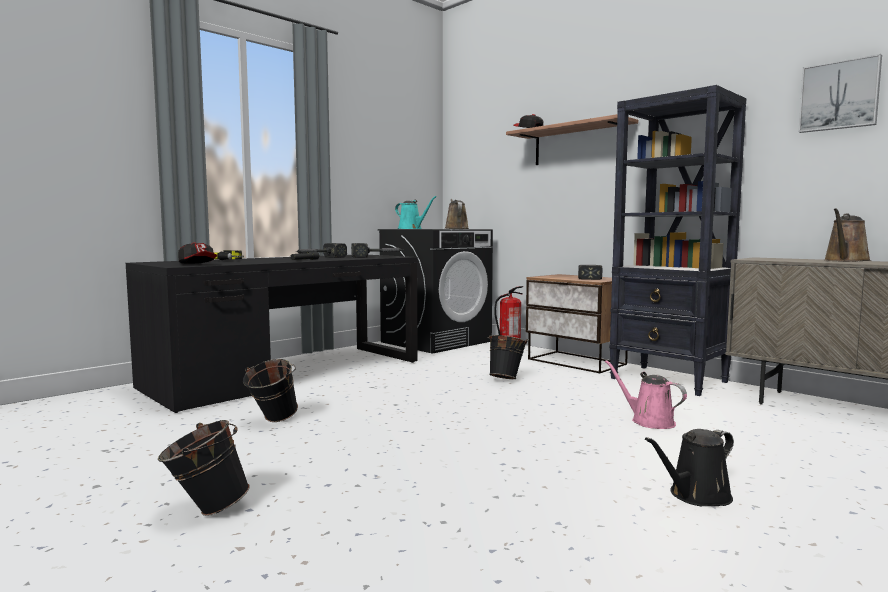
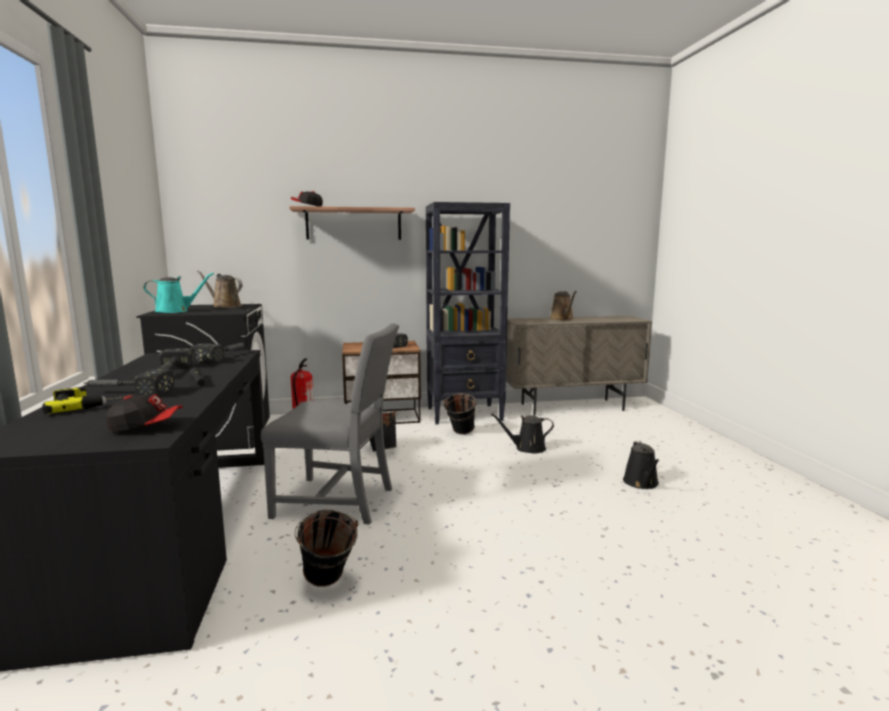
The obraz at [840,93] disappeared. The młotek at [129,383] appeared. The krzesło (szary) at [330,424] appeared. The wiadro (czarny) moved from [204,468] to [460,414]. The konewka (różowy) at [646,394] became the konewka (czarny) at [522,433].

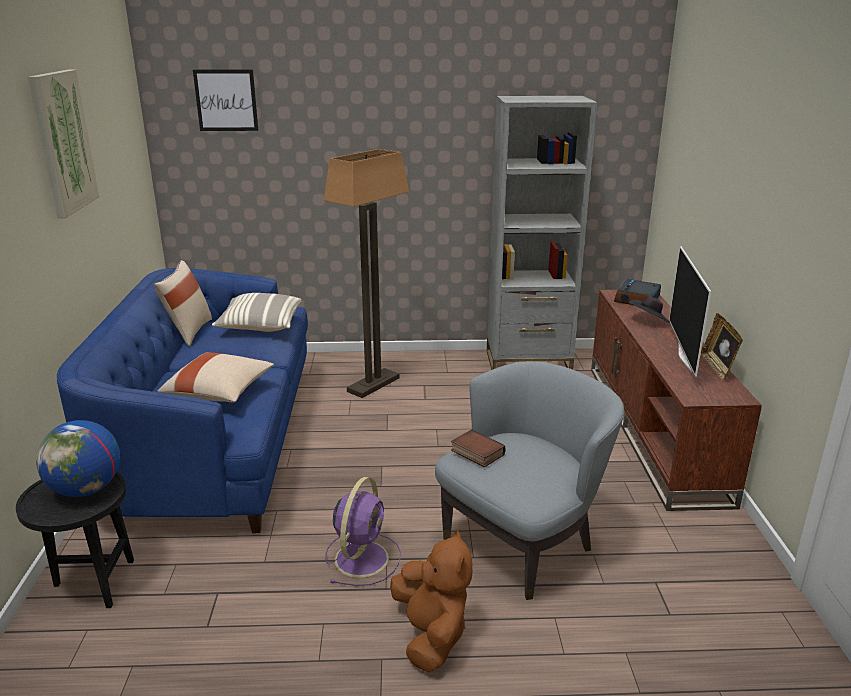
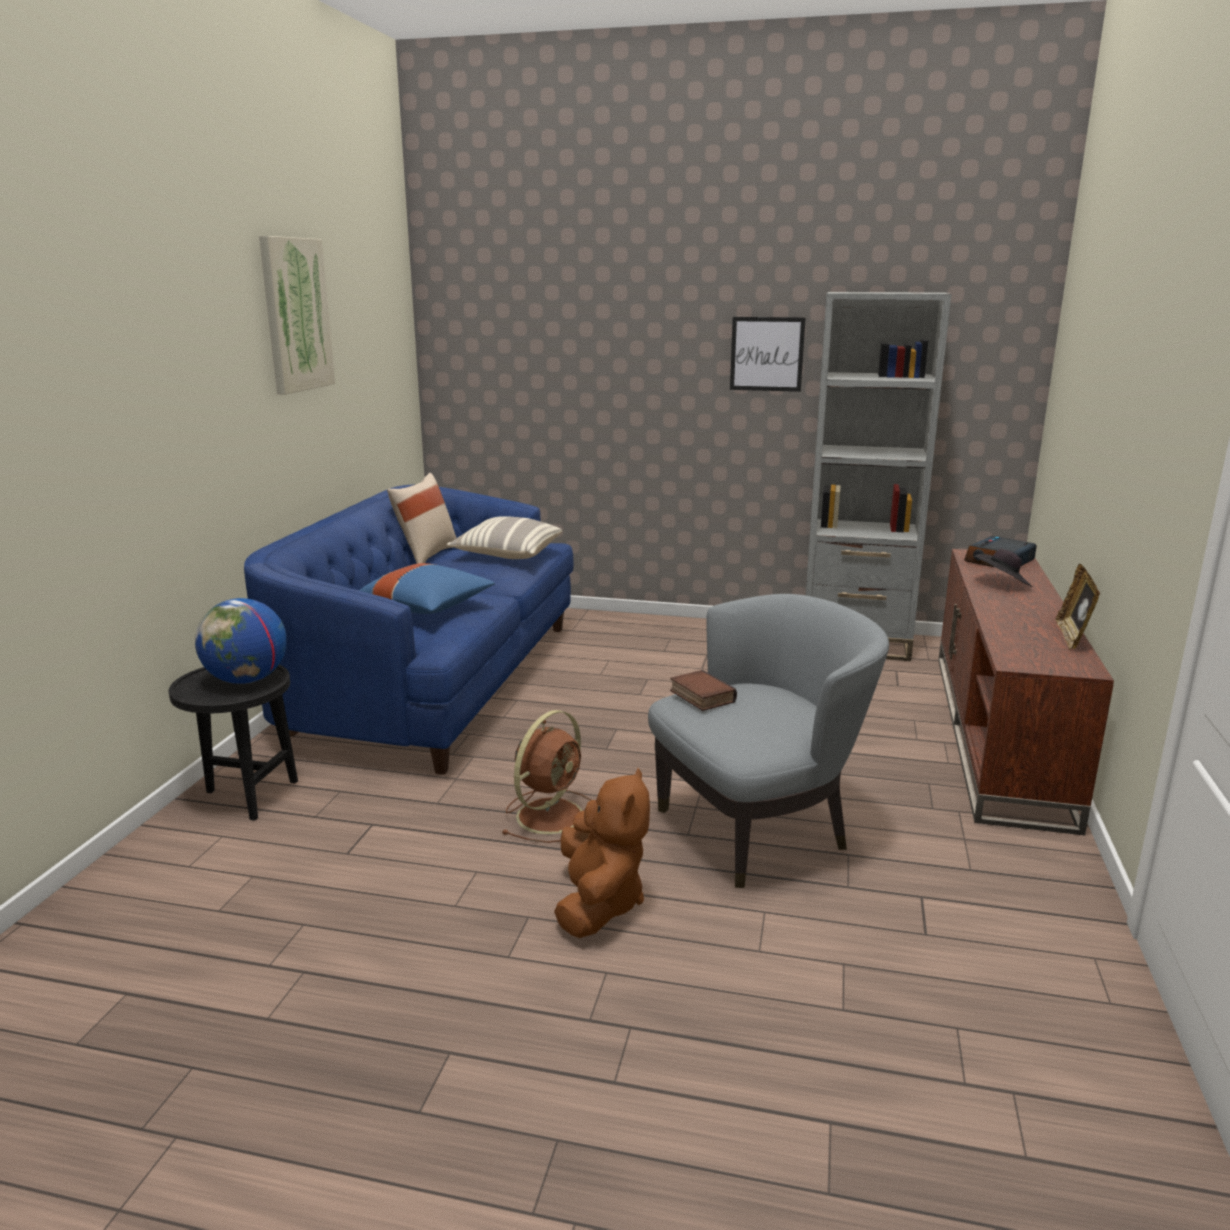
The lampa stojąca at [366,273] disappeared. The telewizor at [690,311] disappeared. The obraz moved from [225,100] to [768,354]. The poduszka (beżowy) at [215,377] became the poduszka (niebieski) at [427,588]. The wentylator (fioletowy) at [363,531] became the wentylator (brązowy) at [546,776].

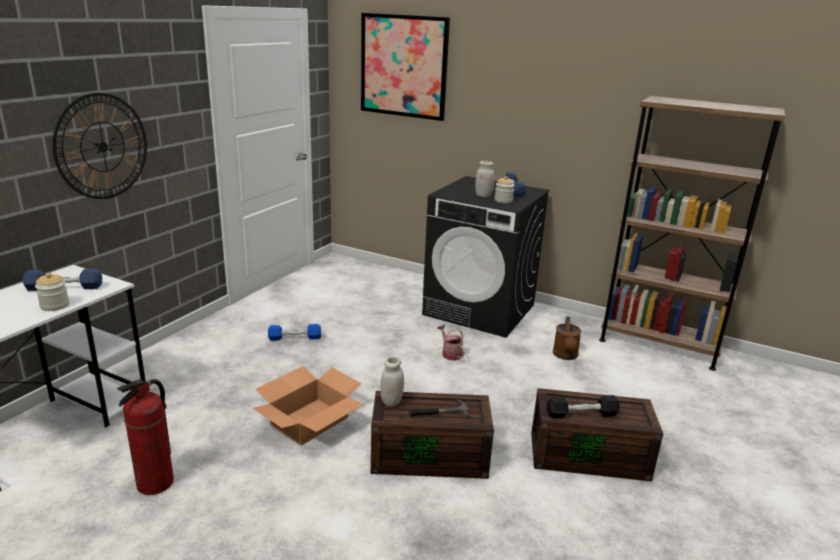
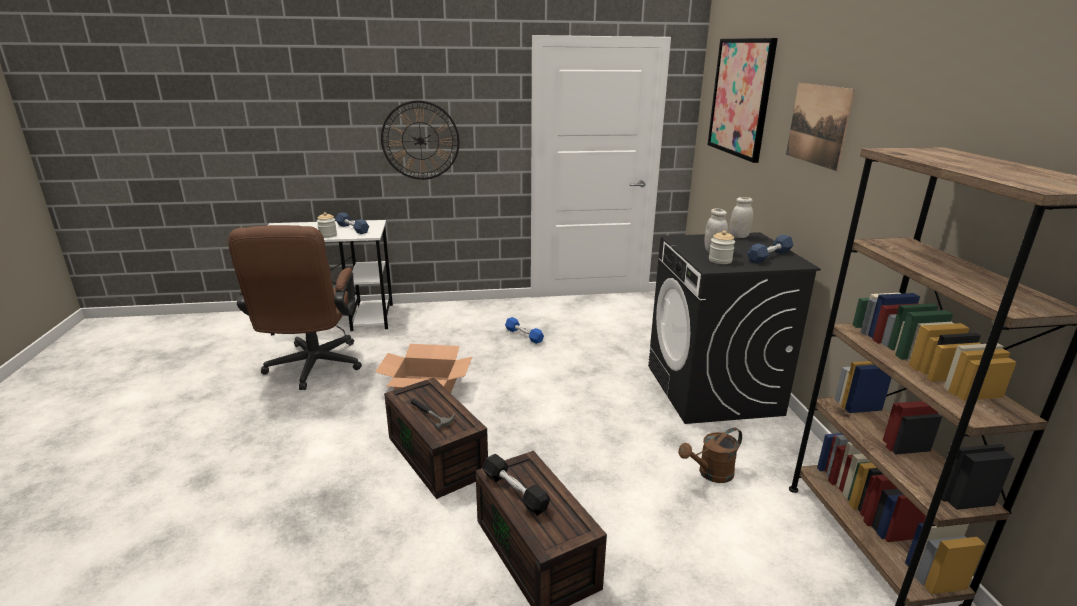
The konewka at [451,342] disappeared. The obraz at [820,127] appeared. The słoik (biały) moved from [392,381] to [741,217]. The gaśnica at [145,437] was replaced by the krzesło biurowe (brązowy) at [295,307].

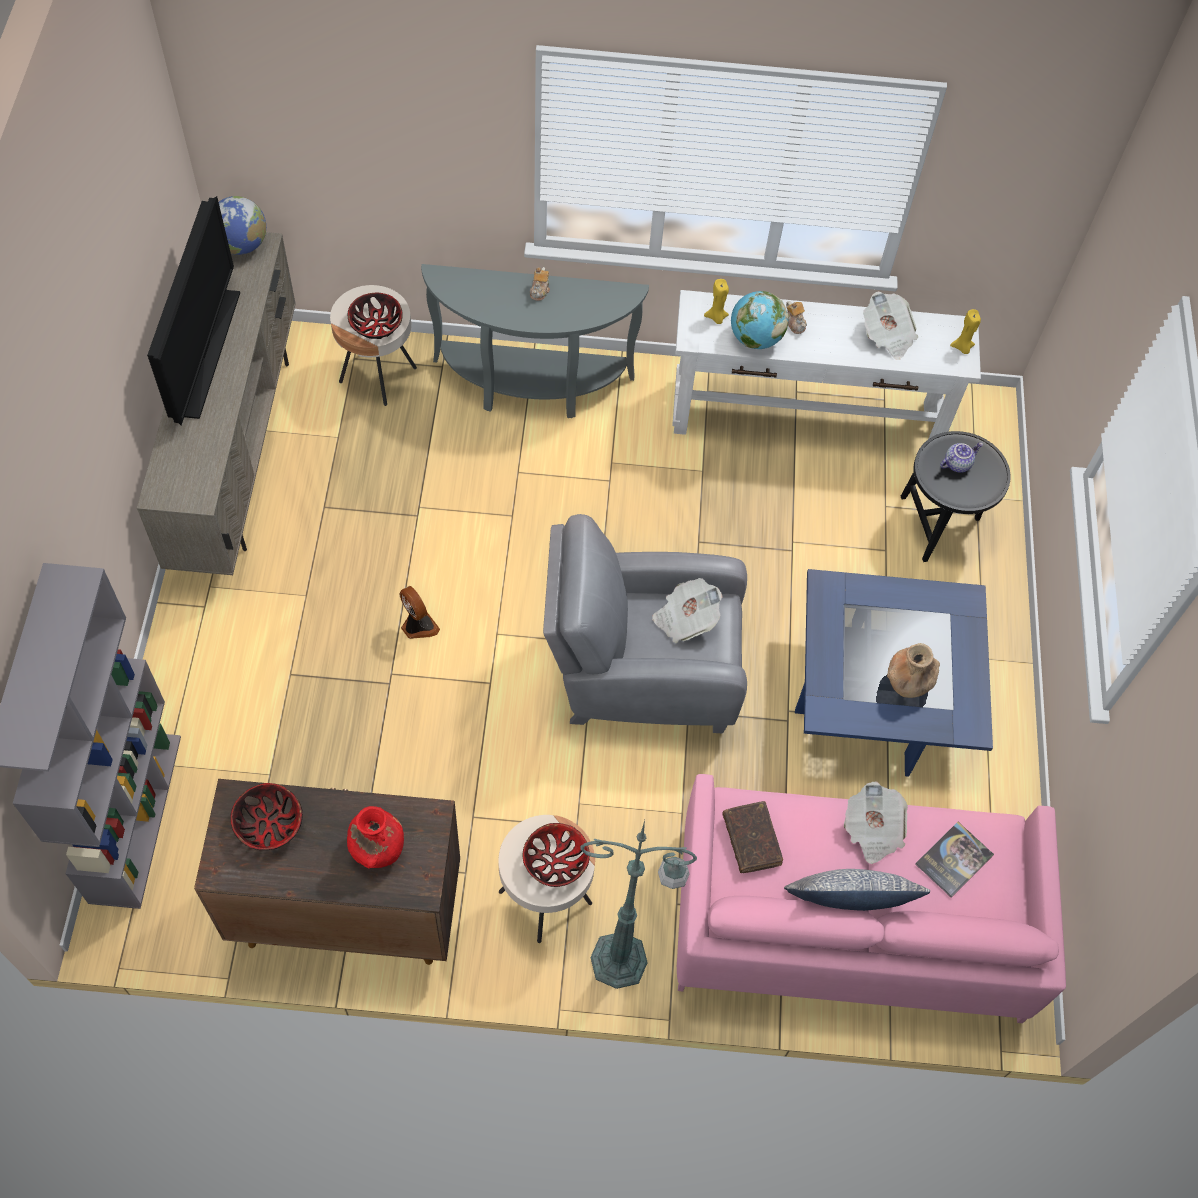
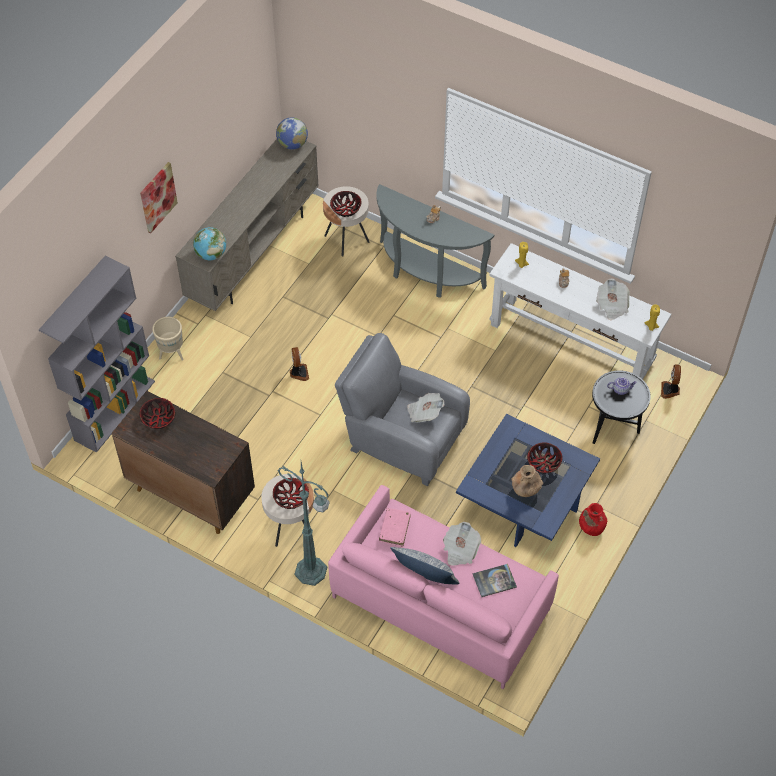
The telewizor at [193,310] disappeared. The obraz at [159,197] appeared. The donica (beżowy) at [168,339] appeared. The miska at [545,457] appeared. The wentylator at [671,381] appeared. The wazon (czerwony) moved from [375,837] to [593,519]. The globus moved from [759,320] to [209,243]. The książka (brązowy) at [753,837] became the książka (różowy) at [395,527].

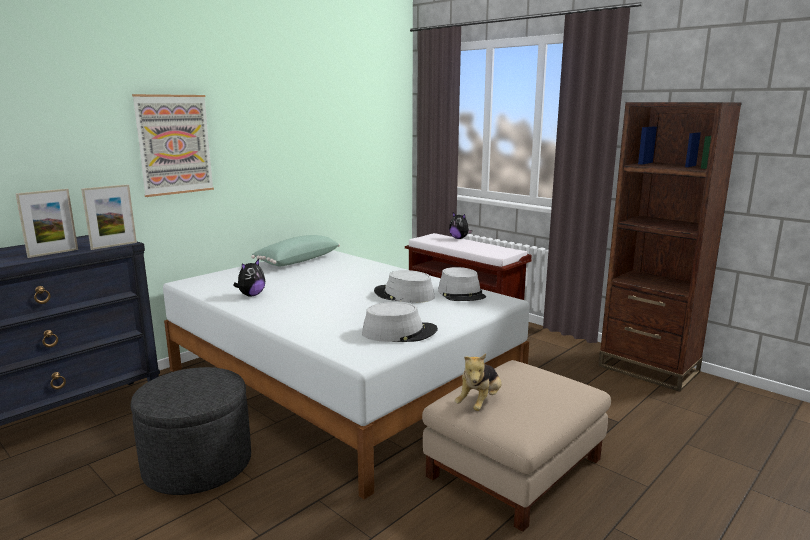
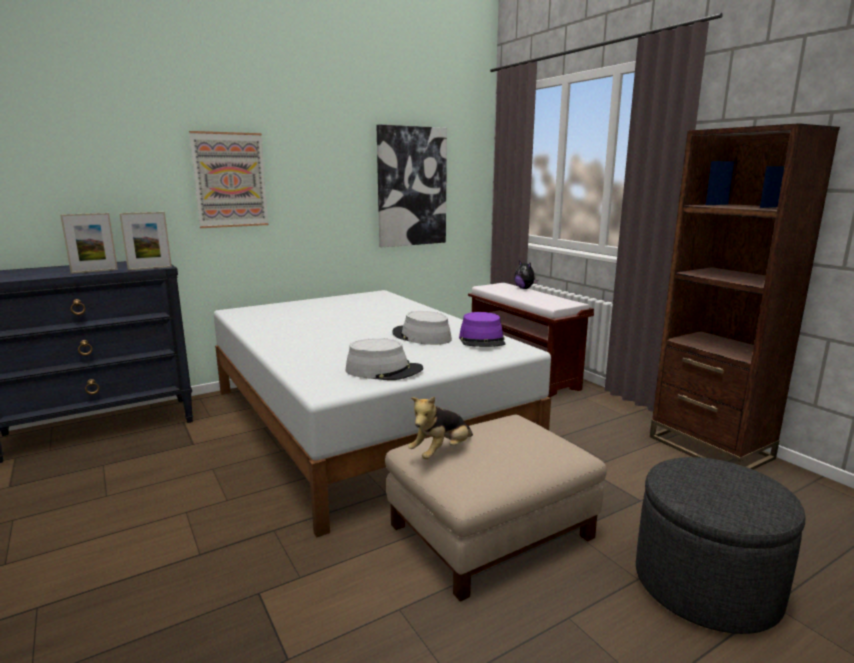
The pluszak at [249,278] disappeared. The poduszka (zielony) at [295,250] disappeared. The obraz at [411,186] appeared. The pufa (szary) moved from [191,431] to [721,545]. The kapelusz (szary) at [462,284] became the kapelusz (fioletowy) at [482,329].

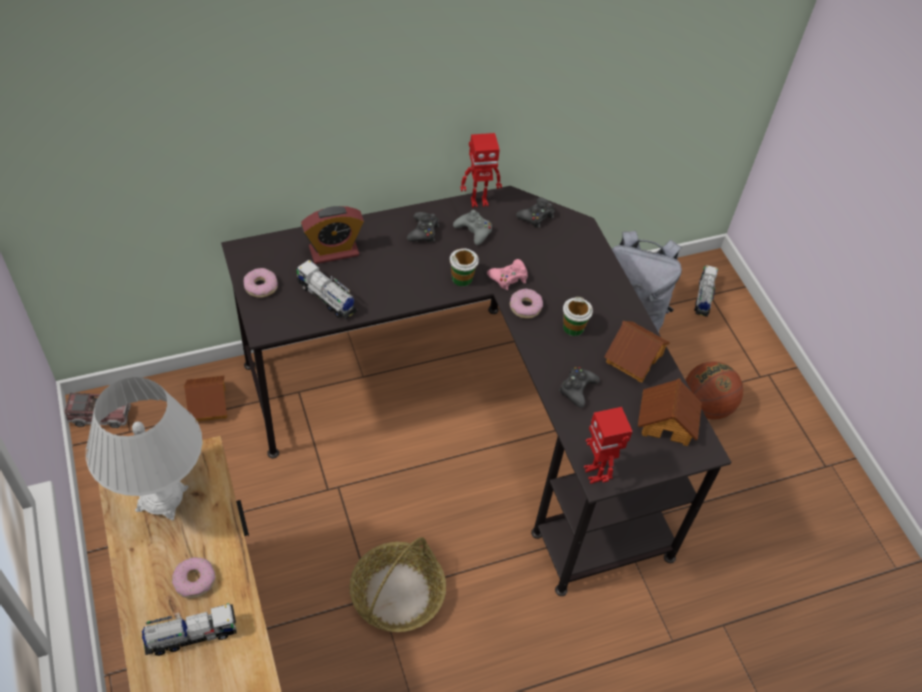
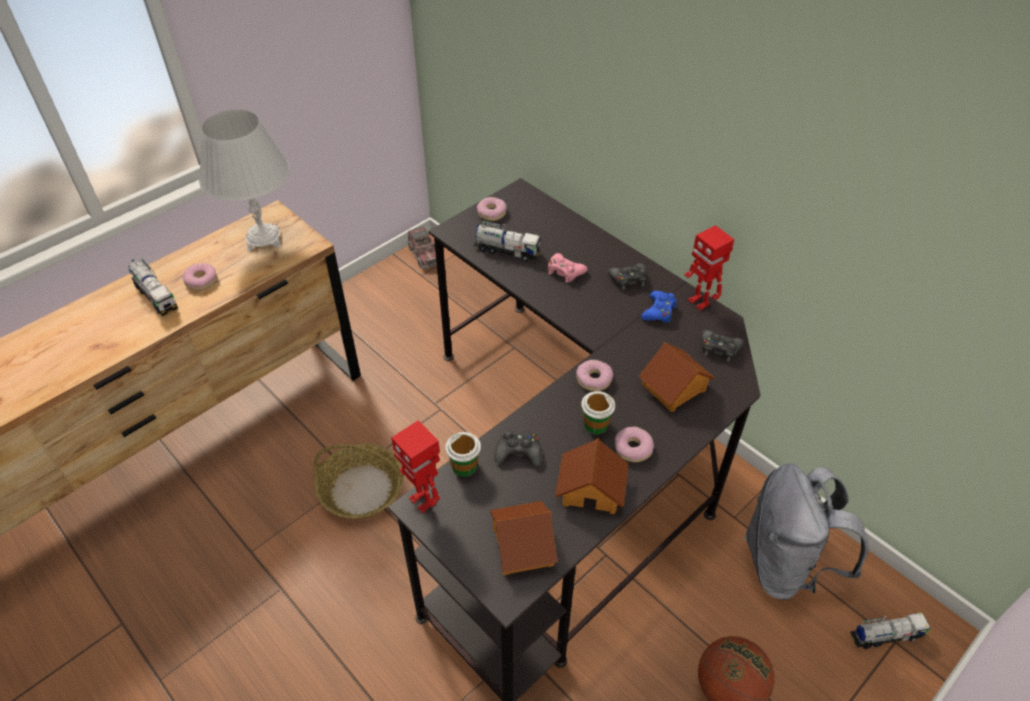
The budzik at [332,235] disappeared. The donut at [634,444] appeared. The domek moved from [205,399] to [677,377]. The filiżanka moved from [464,267] to [463,454]. The pad do gier (różowy) moved from [507,274] to [567,268]. The pad do gier (szary) at [472,227] became the pad do gier (niebieski) at [659,307]. The ciężarówka zabawkowa at [326,289] turned 90 degrees clockwise. The robot zabawkowy at [608,445] turned 90 degrees counterclockwise.

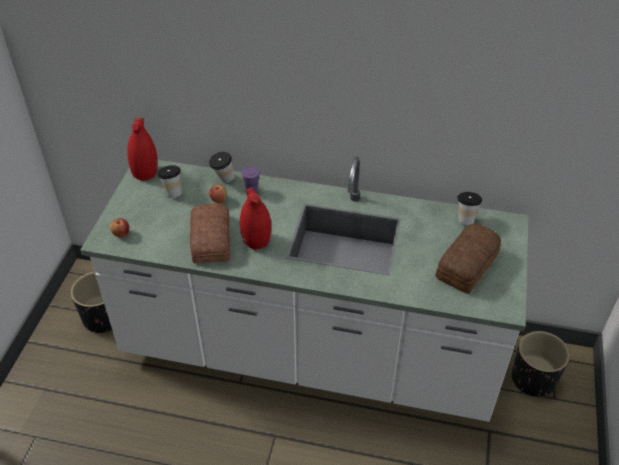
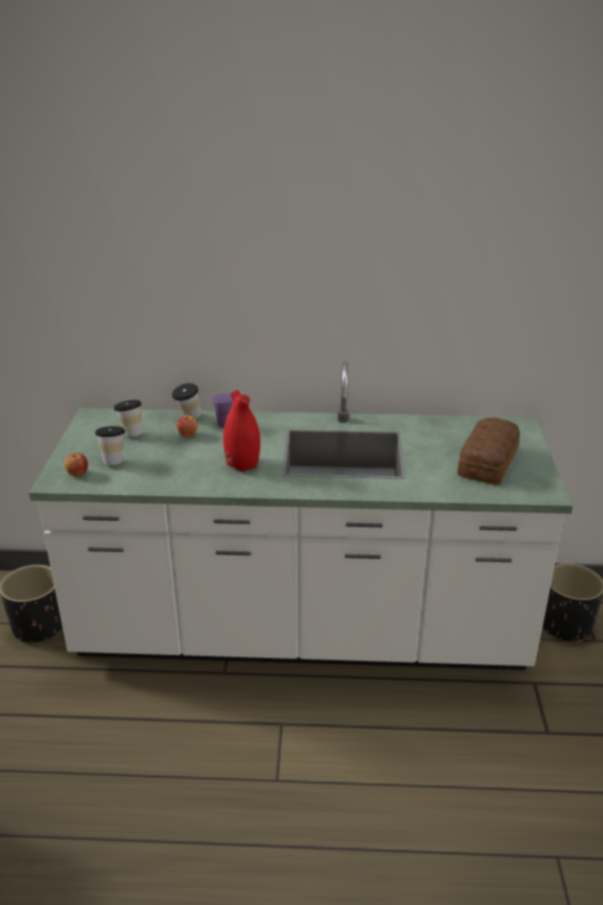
The wazon (czerwony) at [142,149] disappeared. The chleb at [210,233] disappeared. The filiżanka moved from [469,209] to [110,445].

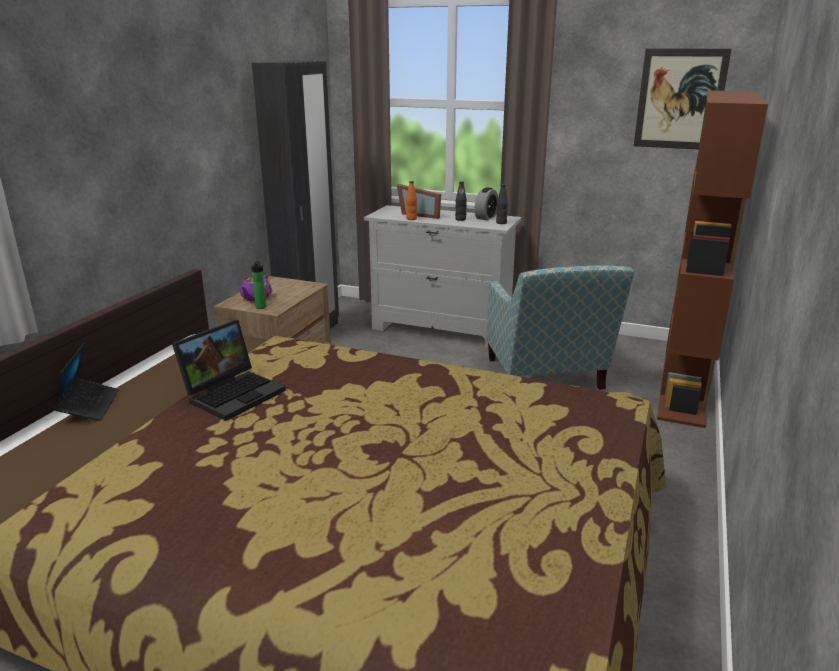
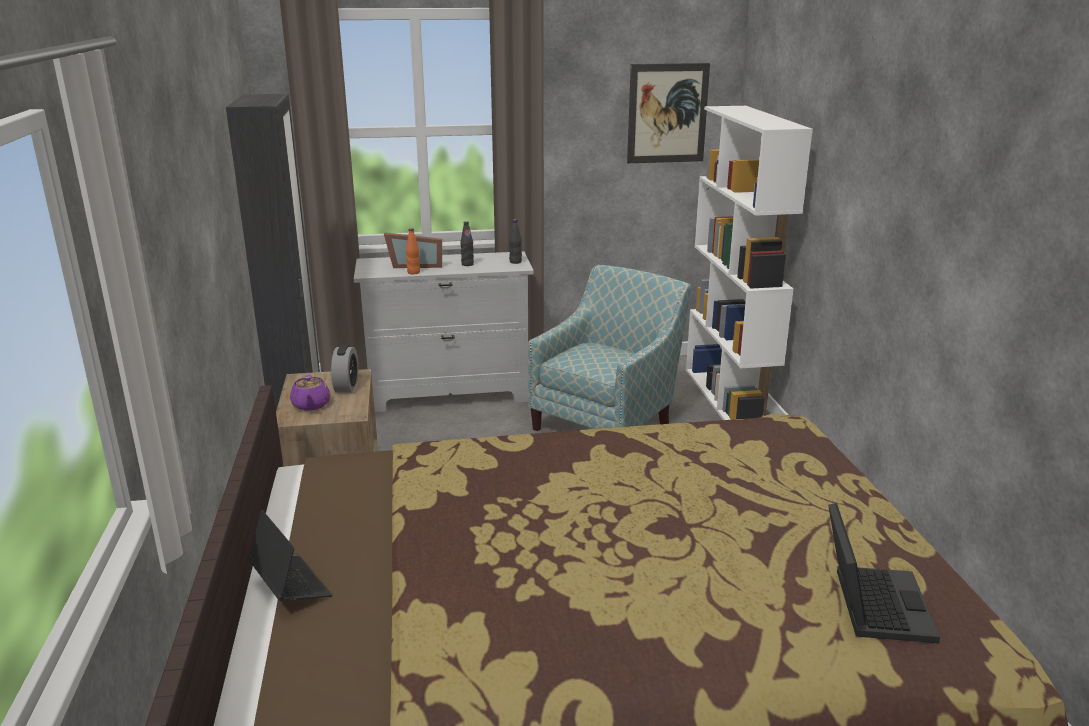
The butelka at [259,285] disappeared. The laptop moved from [229,370] to [884,573]. The budzik moved from [486,203] to [345,369]. The regał (brązowy) at [712,259] became the regał (biały) at [749,263]. The fotel at [560,328] turned 105 degrees counterclockwise.

